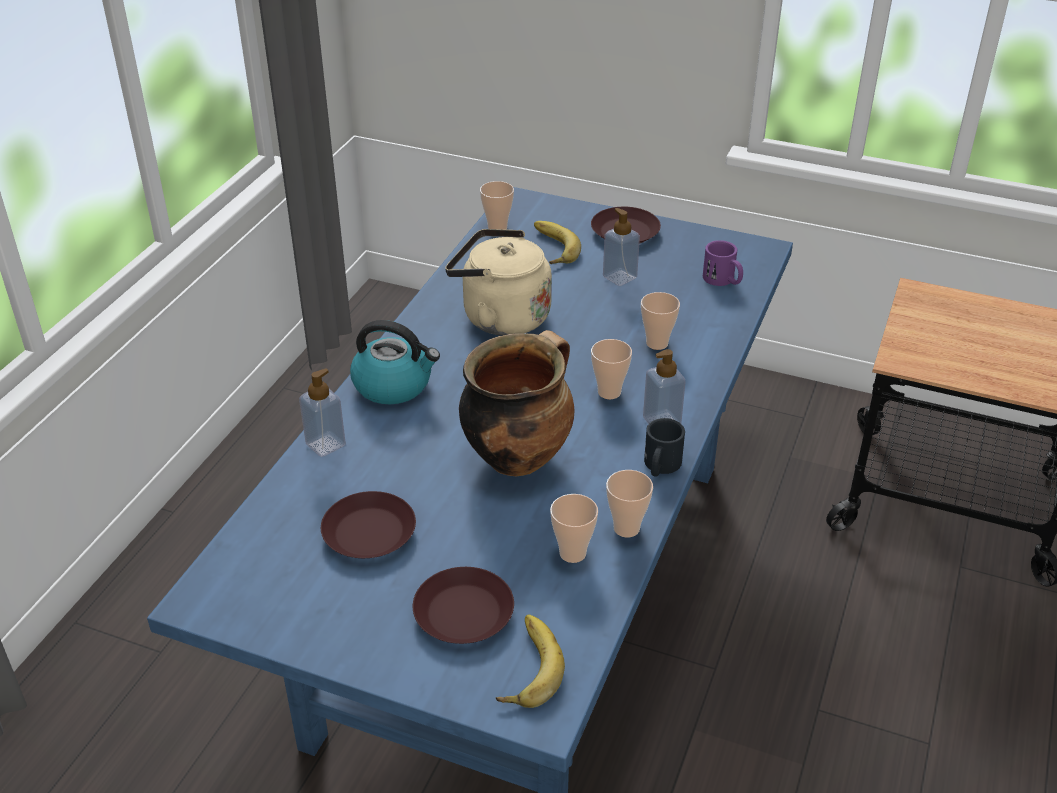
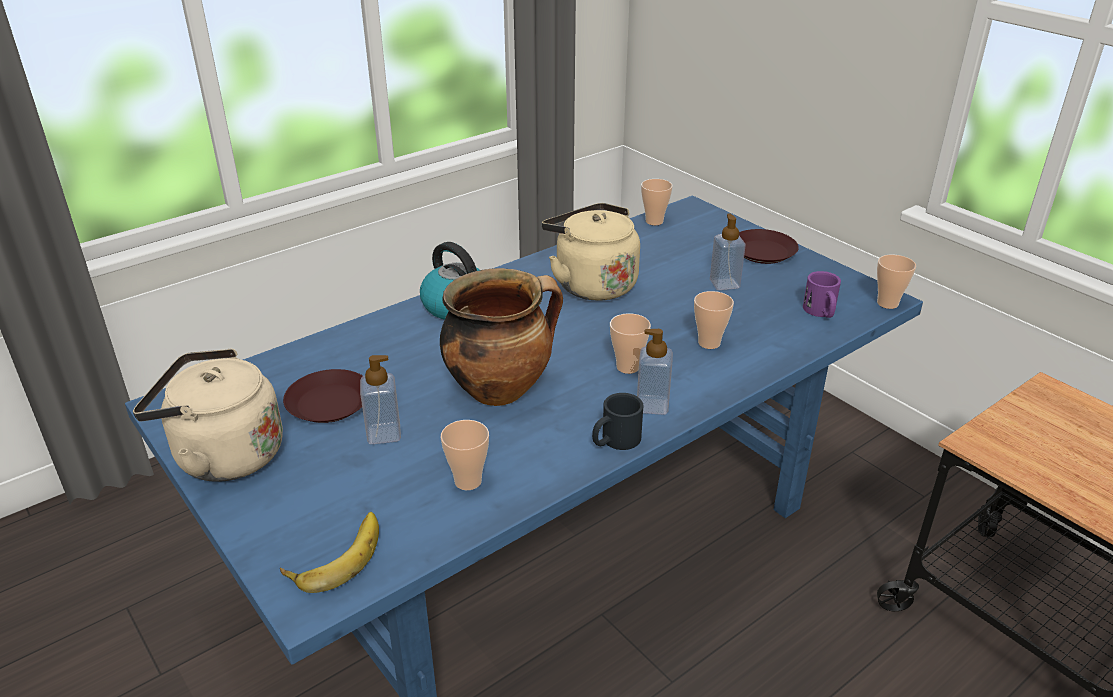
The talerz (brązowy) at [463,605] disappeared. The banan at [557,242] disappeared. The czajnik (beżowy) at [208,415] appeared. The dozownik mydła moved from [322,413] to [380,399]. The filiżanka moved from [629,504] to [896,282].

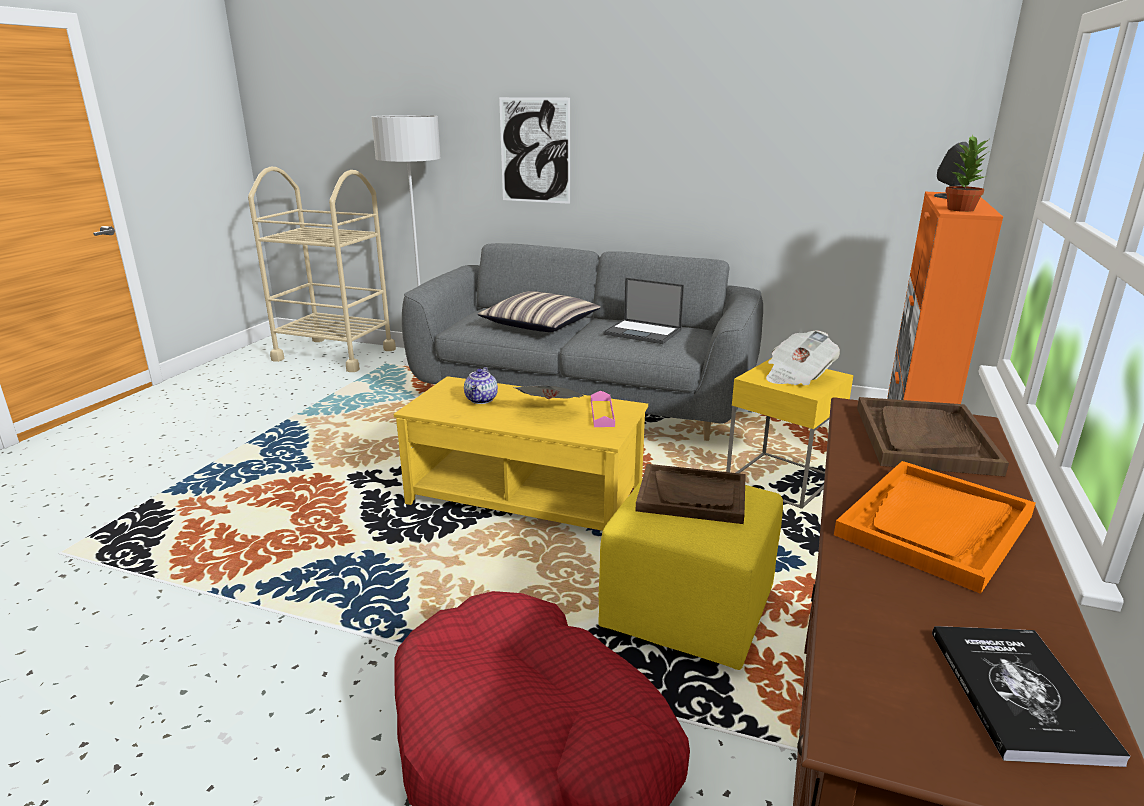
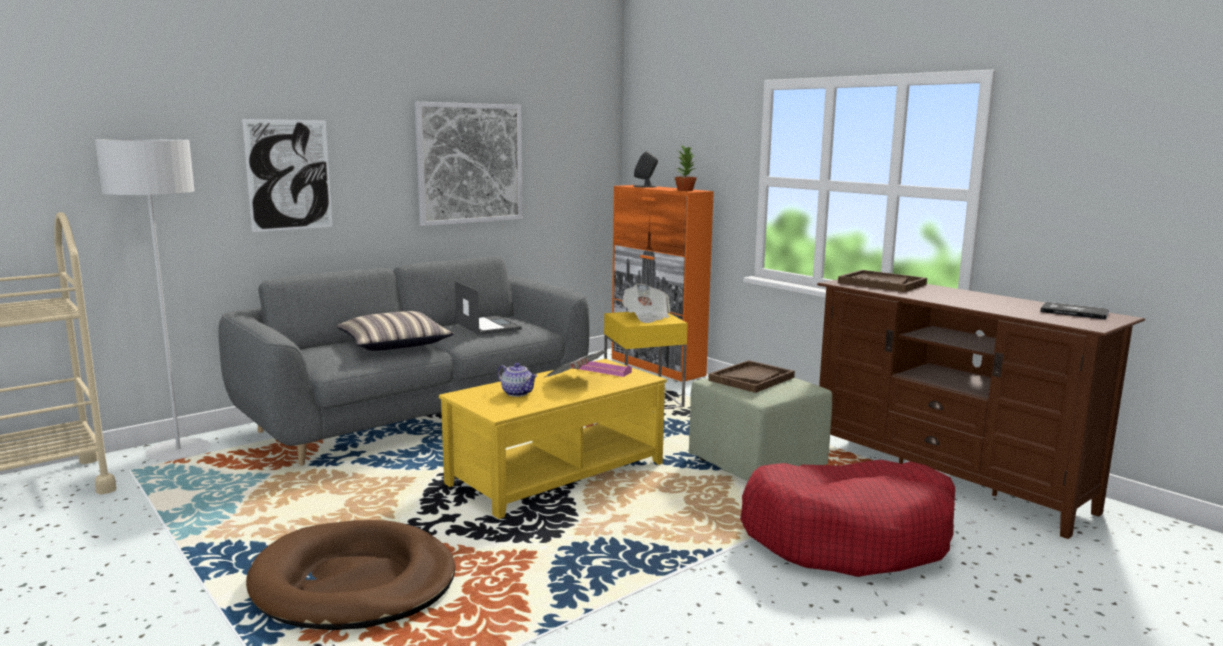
The taca (pomarańczowy) at [935,527] disappeared. The legowisko (brązowy) at [350,575] appeared. The obraz at [468,164] appeared. The pufa (żółty) at [690,575] became the pufa (zielony) at [760,429]. The laptop at [643,310] turned 90 degrees counterclockwise.

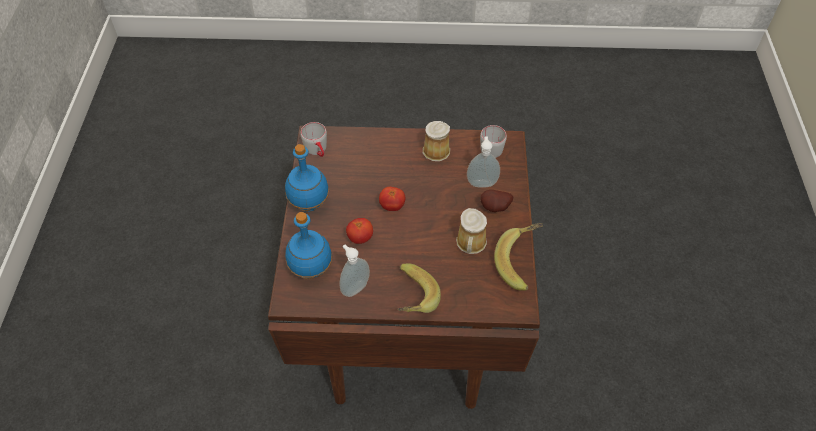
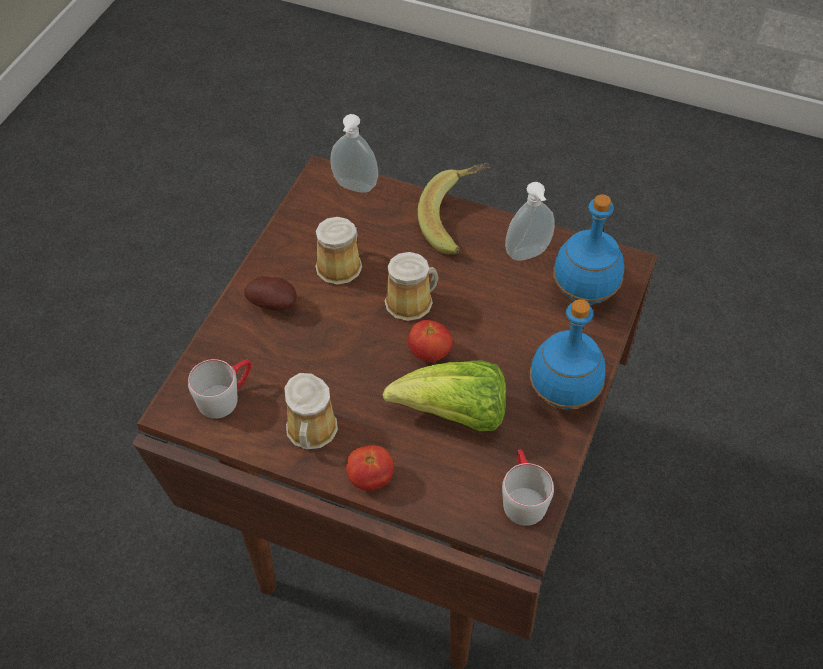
The banan at [518,257] disappeared. The sałata at [444,395] appeared. The kubek at [411,286] appeared. The pomidor moved from [359,231] to [370,468]. The dozownik mydła moved from [483,162] to [354,153].

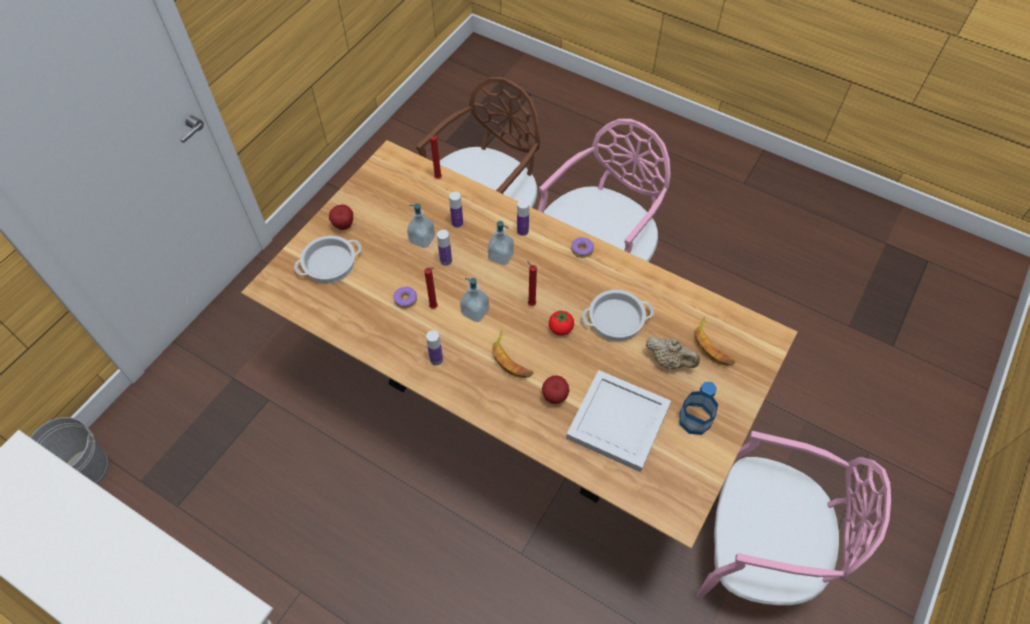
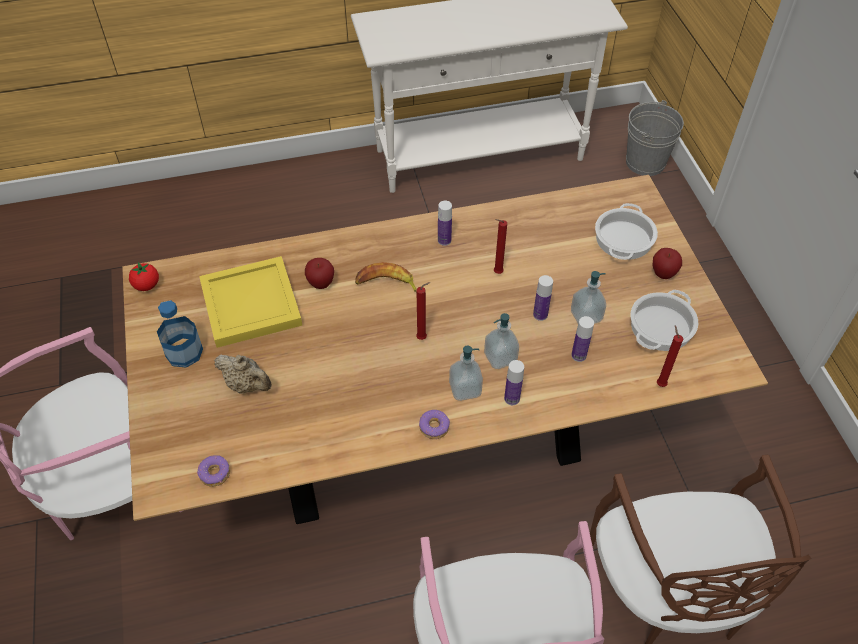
The banan at [715,341] disappeared. The donut moved from [405,298] to [213,471]. The dozownik mydła moved from [474,300] to [466,373]. The pomidor moved from [561,323] to [144,276]. The garnek moved from [618,315] to [664,320]. The taca (biały) at [618,421] became the taca (żółty) at [251,302]. The imbryk (beżowy) at [672,353] turned 135 degrees counterclockwise.

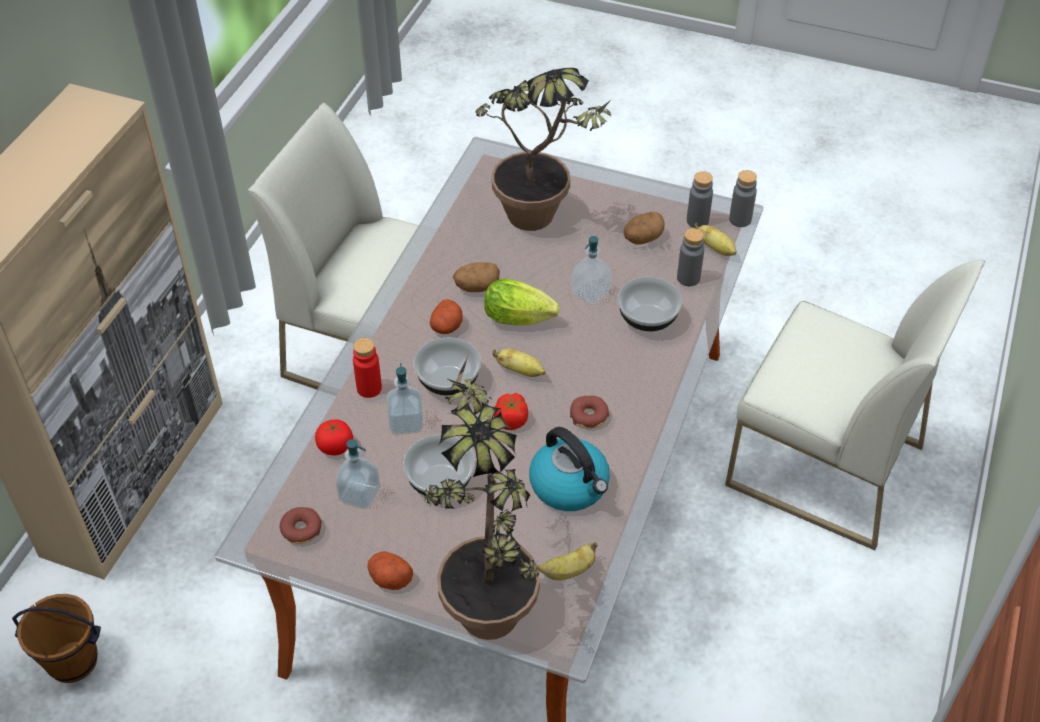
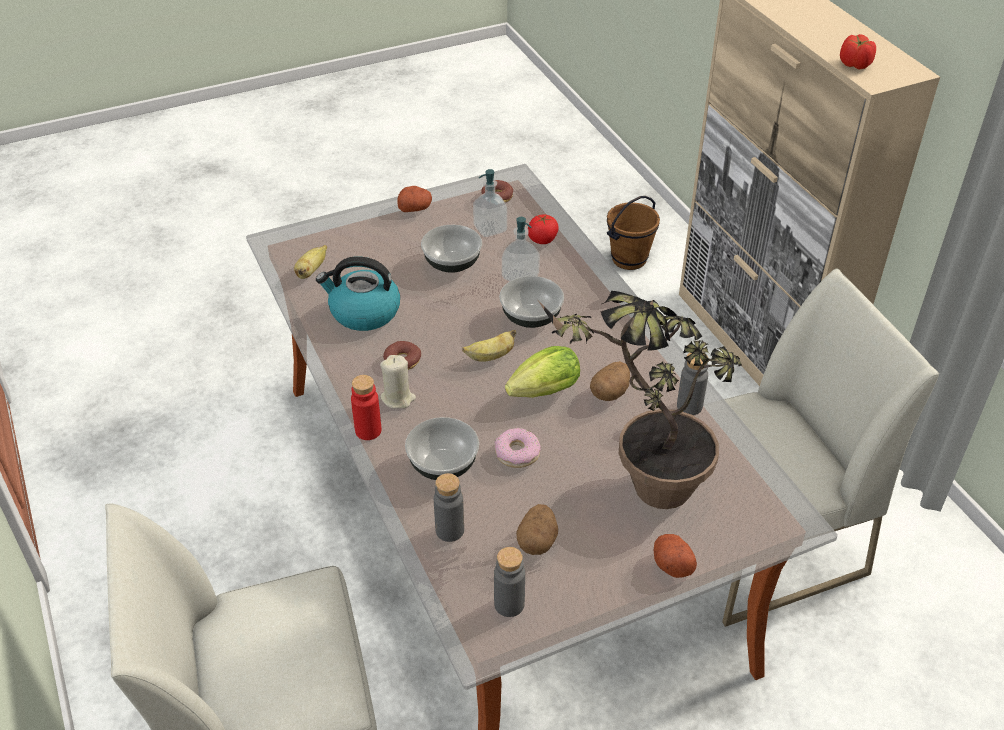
The roślina doniczkowa at [482,495] disappeared. The banan at [715,239] disappeared. The świeca (beżowy) at [398,382] appeared. The butelka (czerwony) moved from [367,368] to [366,407]. The ziemniak moved from [446,316] to [675,556]. The pomidor moved from [511,411] to [858,51]. The butelka (szary) moved from [743,198] to [692,384]. The dozownik mydła at [591,270] was replaced by the donut at [517,448].

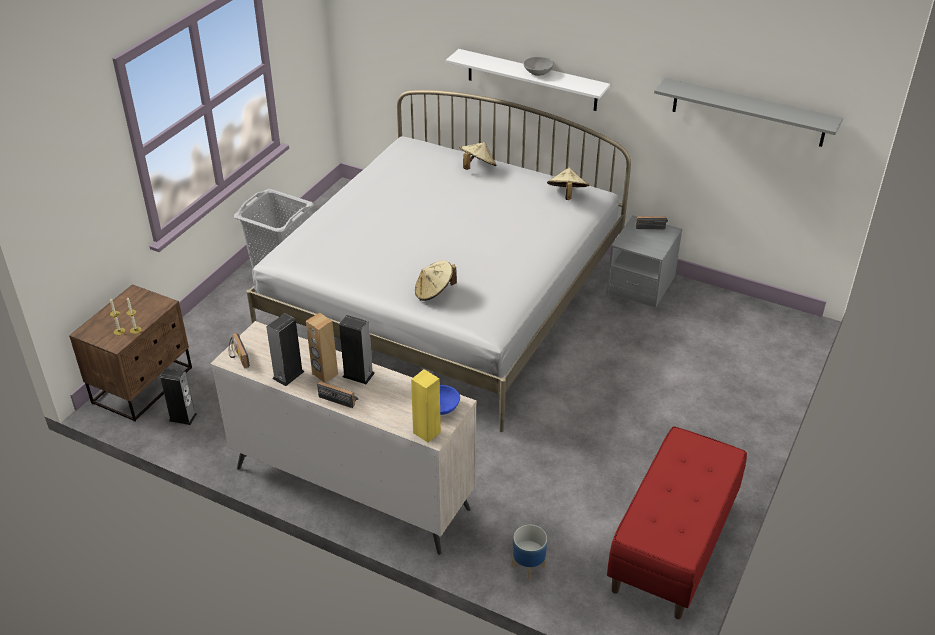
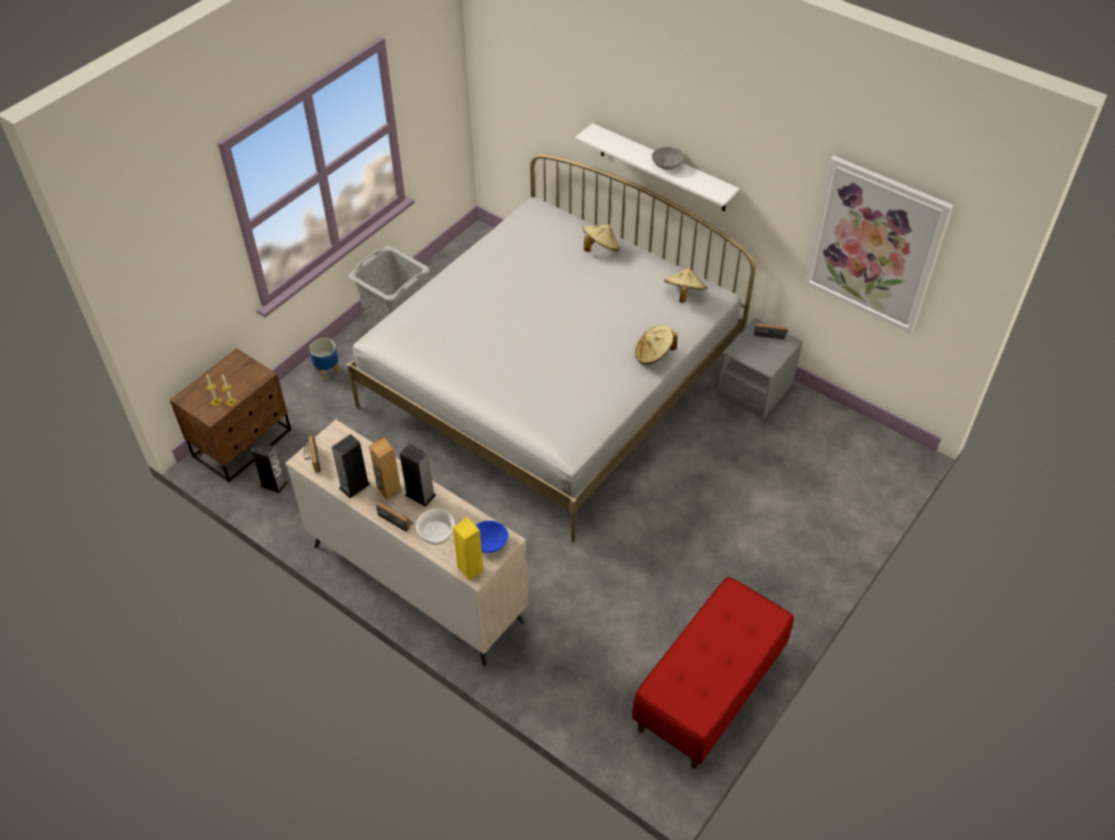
The miska at [435,527] appeared. The kapelusz (beżowy) moved from [436,280] to [656,345]. The donica moved from [529,552] to [324,359]. The półka (szary) at [748,112] was replaced by the obraz at [878,244].

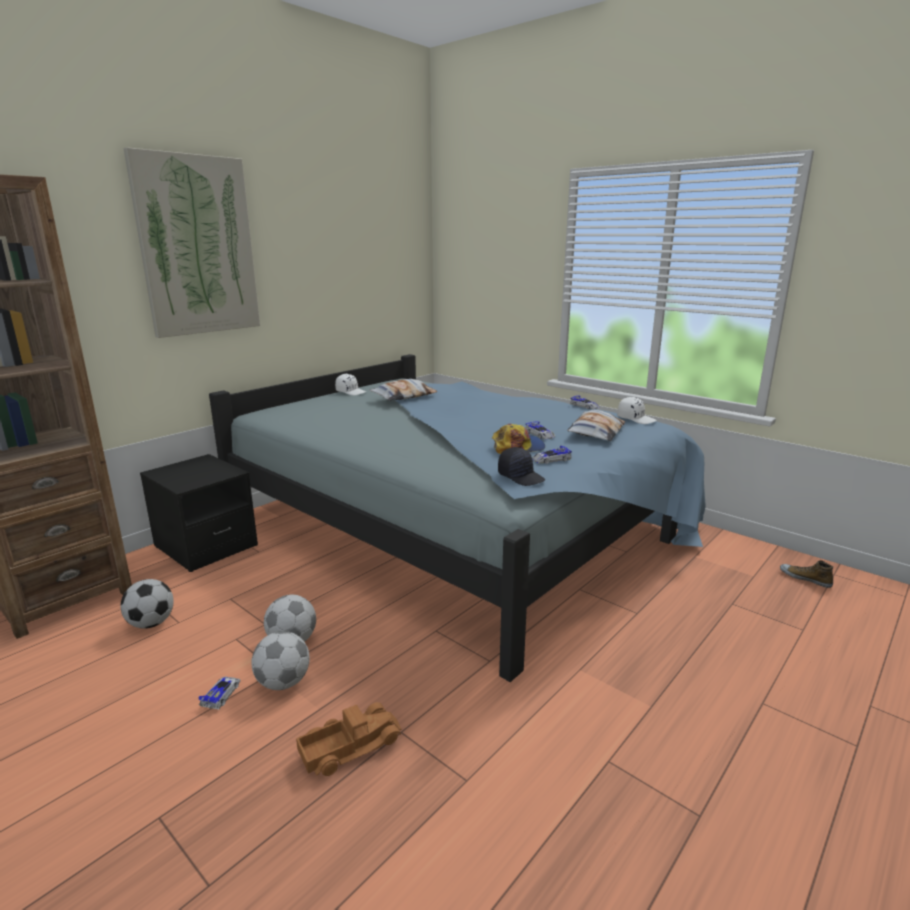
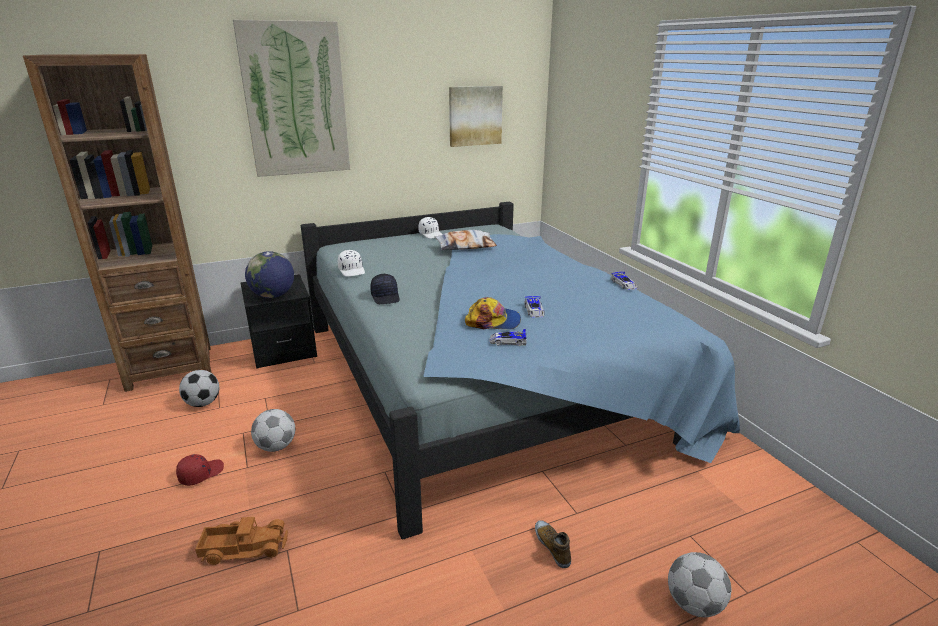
The poduszka at [596,425] disappeared. The globus at [269,274] appeared. The obraz at [476,116] appeared. The piłka futbolowa moved from [281,660] to [700,584]. The czapka z daszkiem (czarny) moved from [521,466] to [385,289]. The czapka z daszkiem (biały) moved from [637,410] to [351,263]. The but moved from [806,574] to [553,544]. The samochodzik at [219,692] was replaced by the czapka z daszkiem (czerwony) at [200,470].

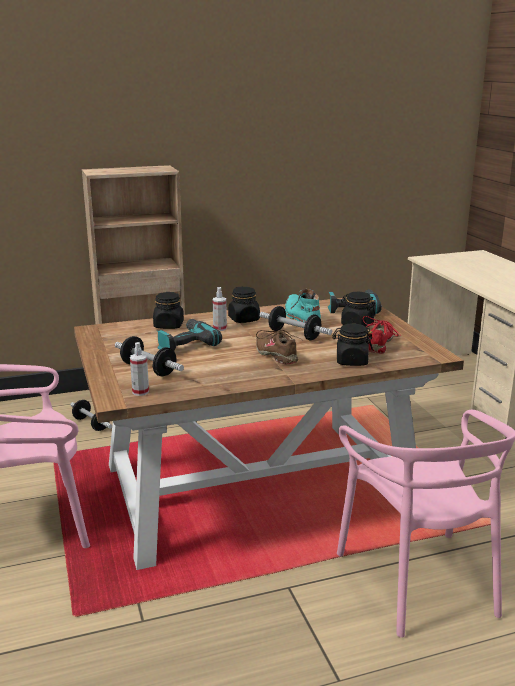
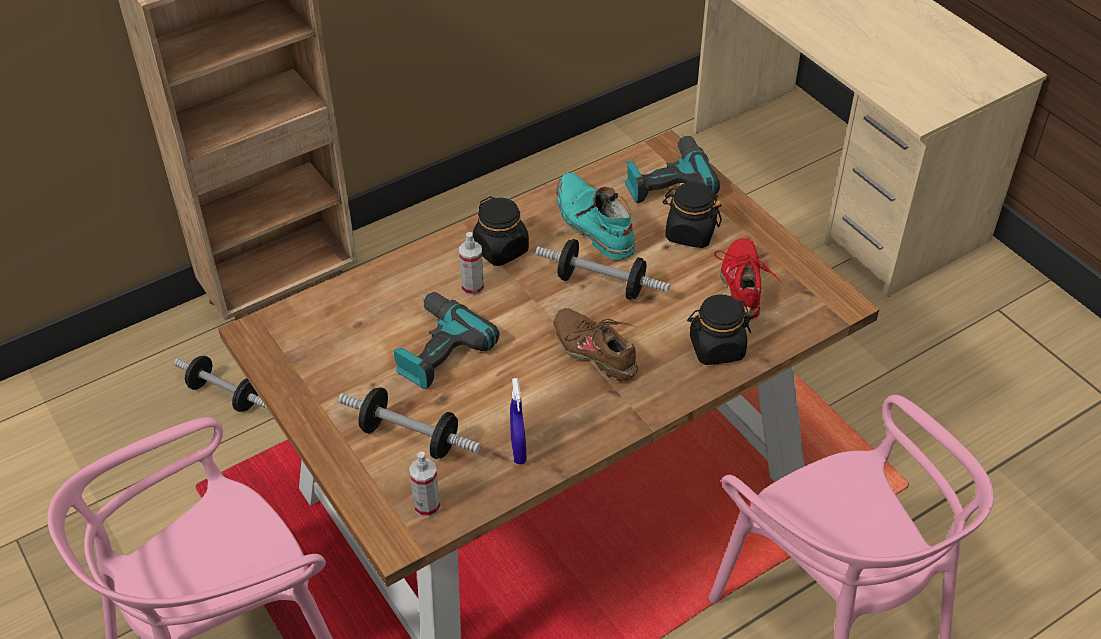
The słoik (czarny) at [168,310] disappeared. The spryskiwacz (niebieski) at [518,421] appeared.

